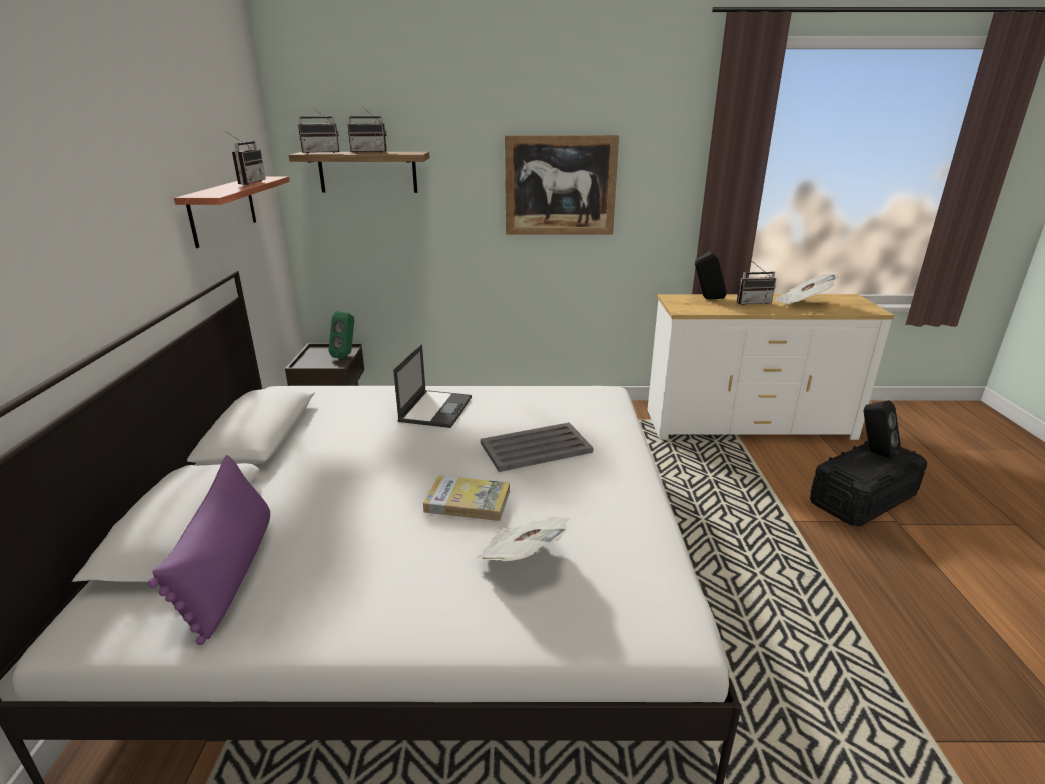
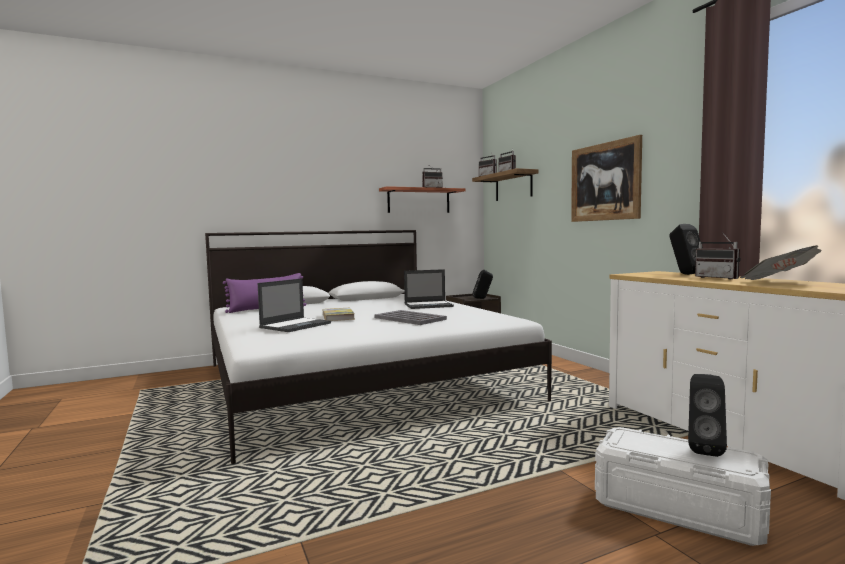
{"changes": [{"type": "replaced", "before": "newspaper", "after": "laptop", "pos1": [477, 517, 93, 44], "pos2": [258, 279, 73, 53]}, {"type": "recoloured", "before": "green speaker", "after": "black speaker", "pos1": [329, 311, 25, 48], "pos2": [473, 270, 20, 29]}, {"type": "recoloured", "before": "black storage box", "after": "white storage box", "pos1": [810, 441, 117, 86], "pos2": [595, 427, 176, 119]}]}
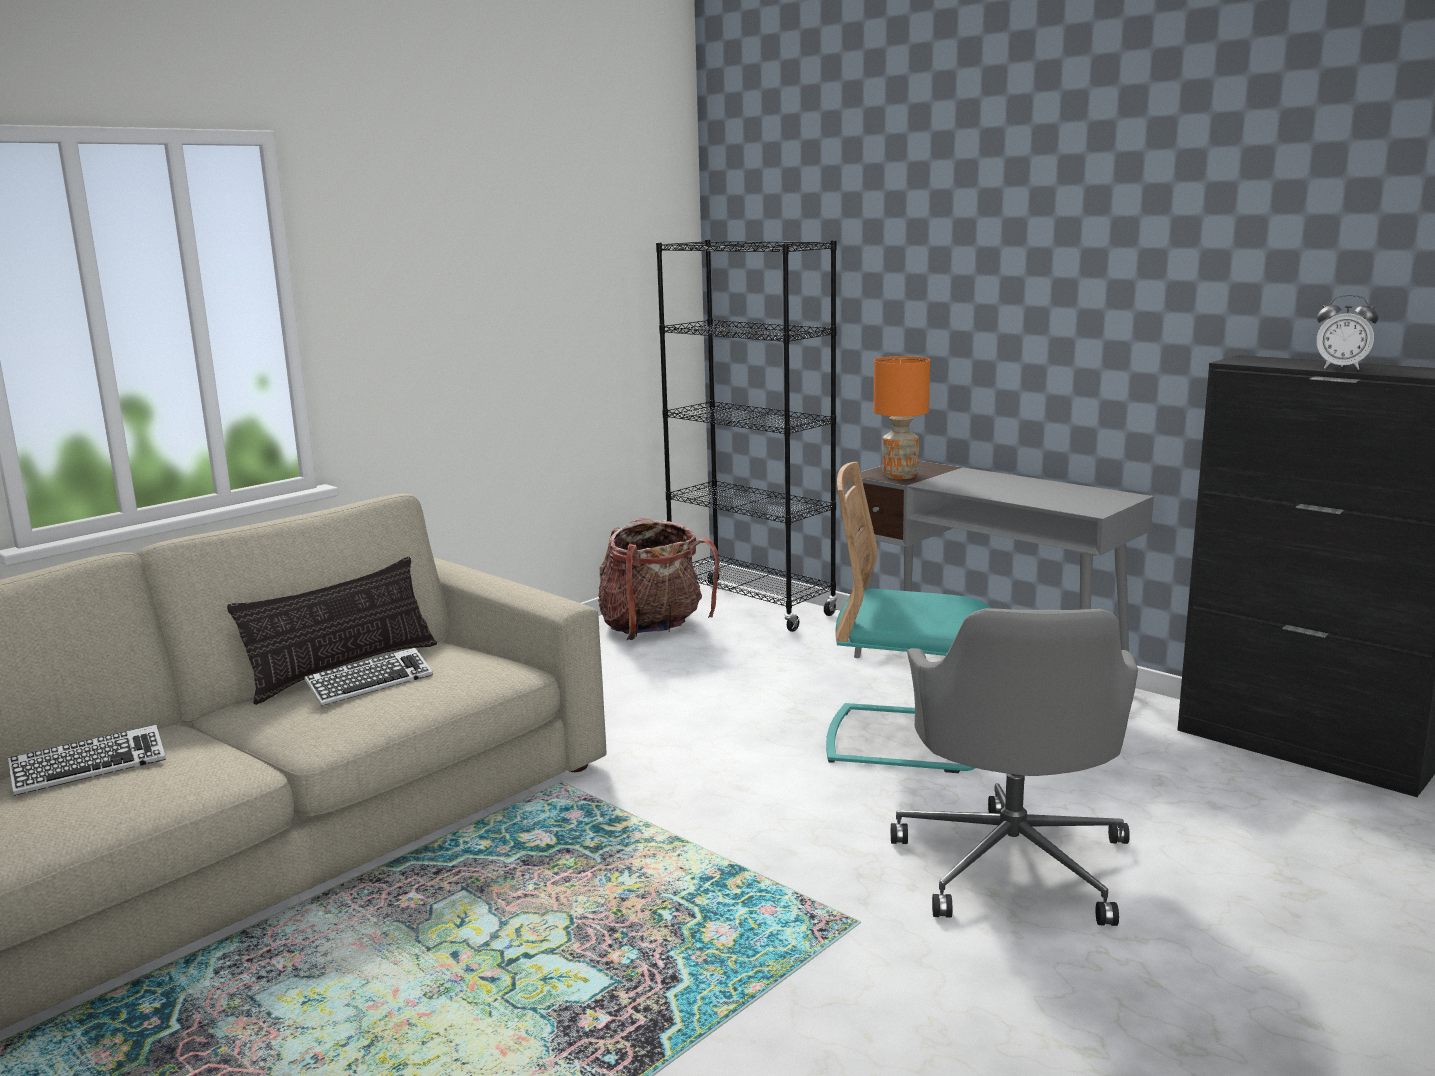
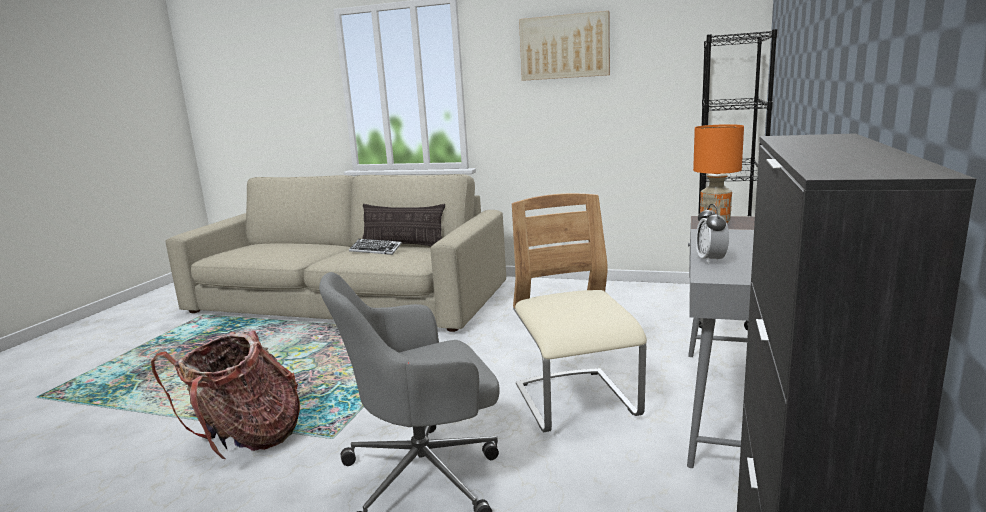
{"changes": [{"type": "removed", "before": "keyboard", "pos1": [8, 725, 158, 71]}, {"type": "added", "after": "picture", "pos2": [519, 11, 91, 70]}, {"type": "moved", "before": "backpack", "pos1": [598, 518, 121, 122], "pos2": [151, 330, 149, 131]}, {"type": "moved", "before": "alarm clock", "pos1": [1316, 295, 62, 75], "pos2": [696, 204, 33, 60]}, {"type": "recoloured", "before": "turquoise chair", "after": "beige chair", "pos1": [826, 462, 165, 311], "pos2": [512, 193, 135, 239]}]}
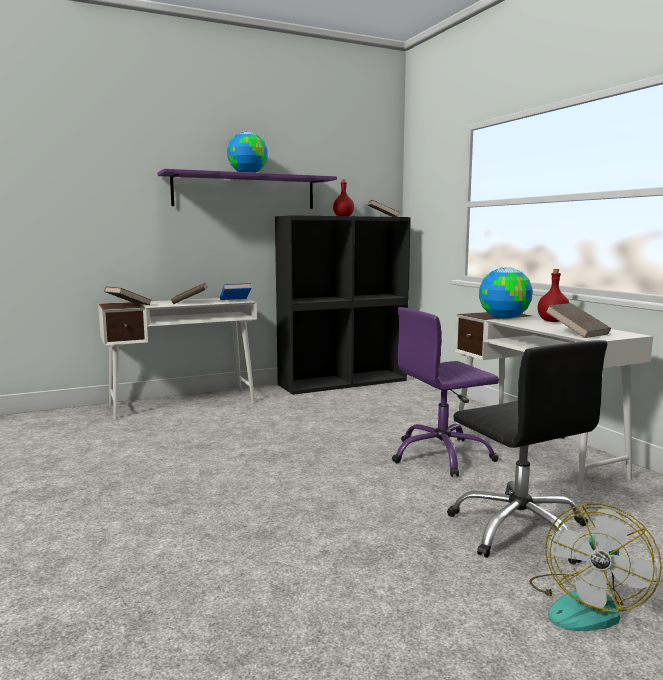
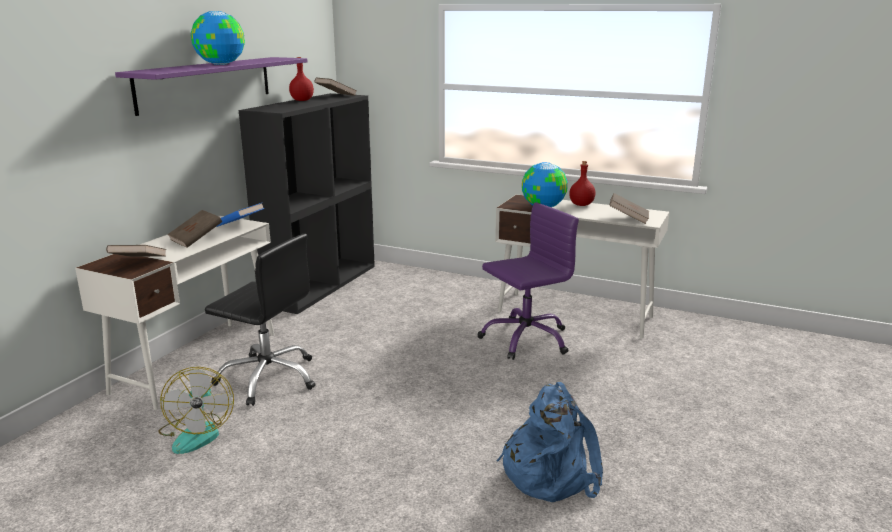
{"changes": [{"type": "added", "after": "blue backpack", "pos2": [496, 382, 107, 120]}, {"type": "moved", "before": "black office chair", "pos1": [447, 340, 160, 225], "pos2": [205, 234, 110, 172]}, {"type": "moved", "before": "fan", "pos1": [529, 504, 133, 127], "pos2": [158, 367, 76, 87]}, {"type": "turned", "before": "purple office chair", "pos1": [392, 307, 107, 170], "pos2": [477, 202, 102, 158], "turn": -150}]}
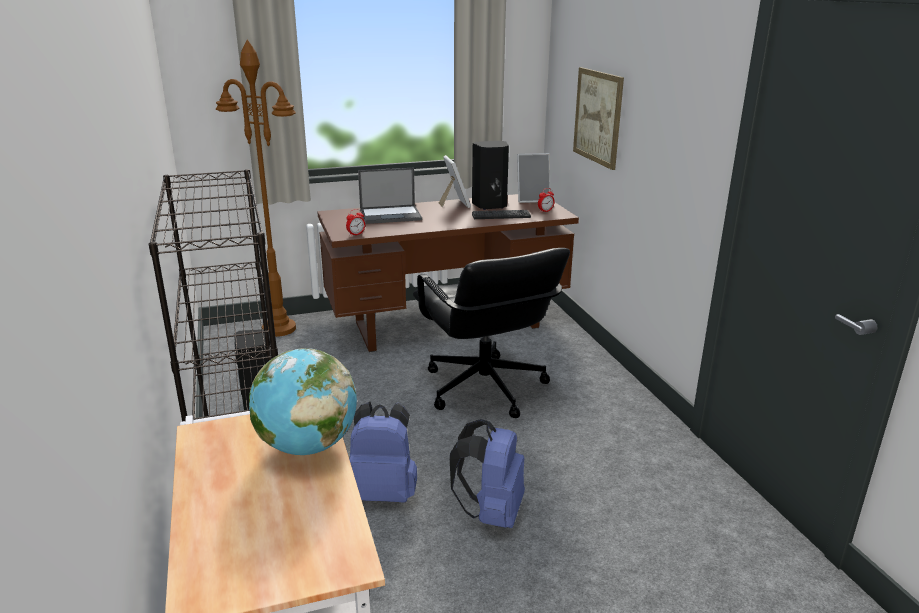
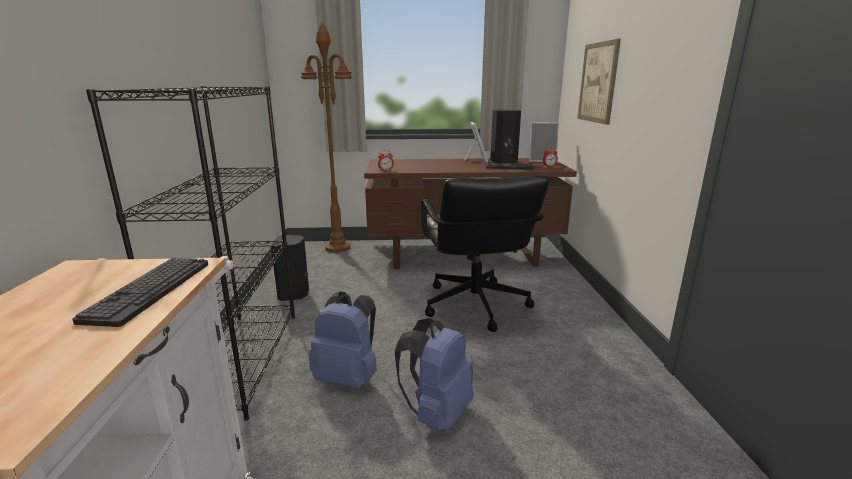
{"changes": [{"type": "removed", "before": "laptop", "pos1": [358, 168, 64, 56]}, {"type": "replaced", "before": "globe", "after": "keyboard", "pos1": [249, 348, 108, 107], "pos2": [72, 258, 136, 69]}]}
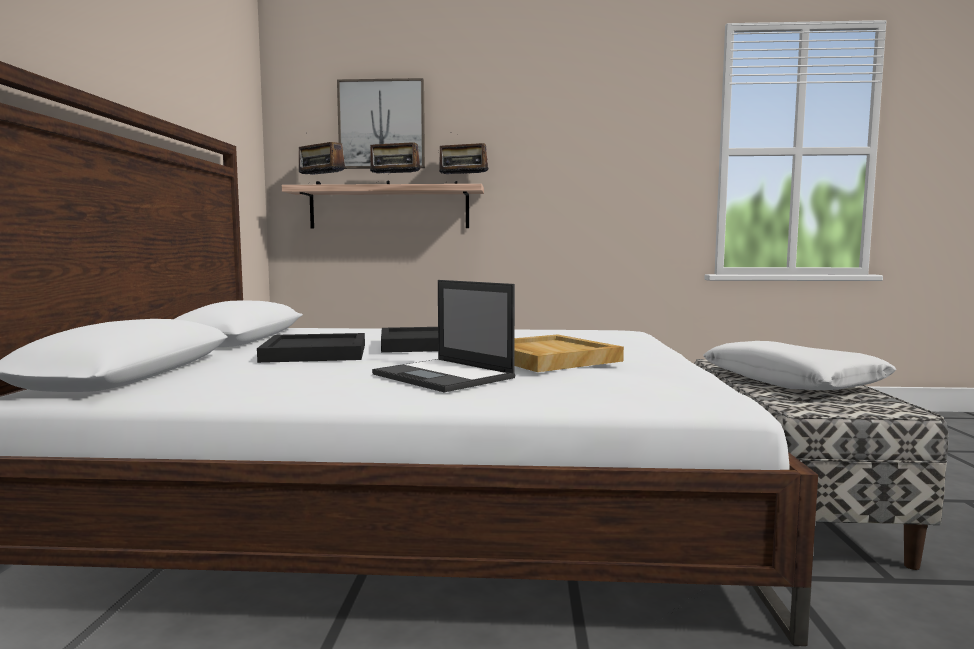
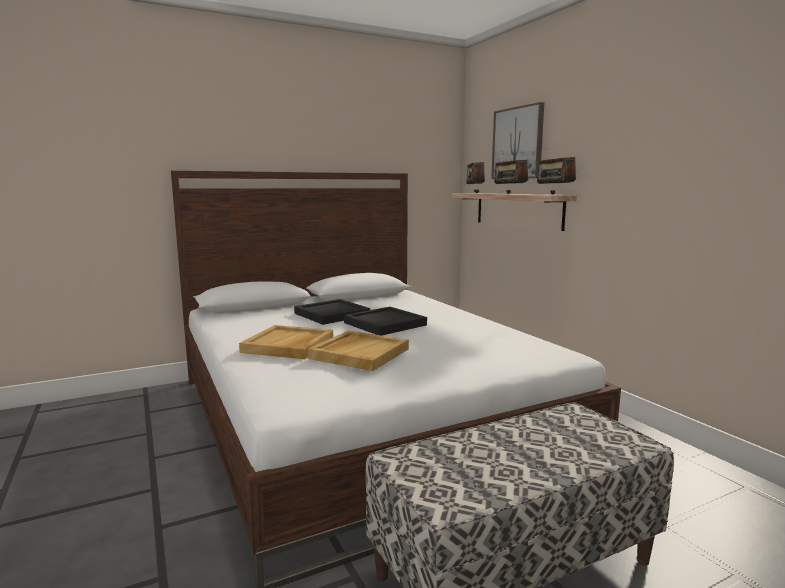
{"changes": [{"type": "removed", "before": "white pillow", "pos1": [703, 341, 193, 49]}, {"type": "replaced", "before": "laptop", "after": "beige tray", "pos1": [372, 280, 144, 112], "pos2": [239, 325, 94, 34]}]}
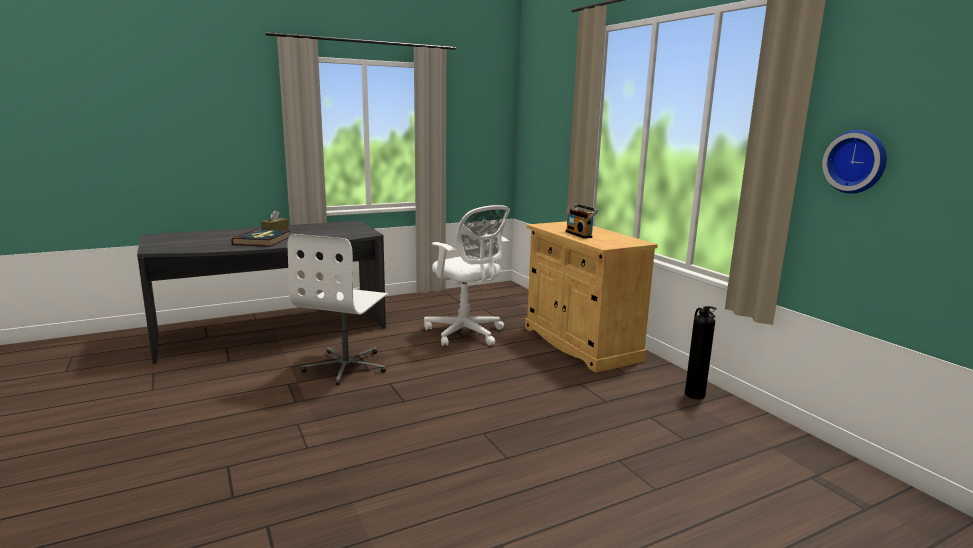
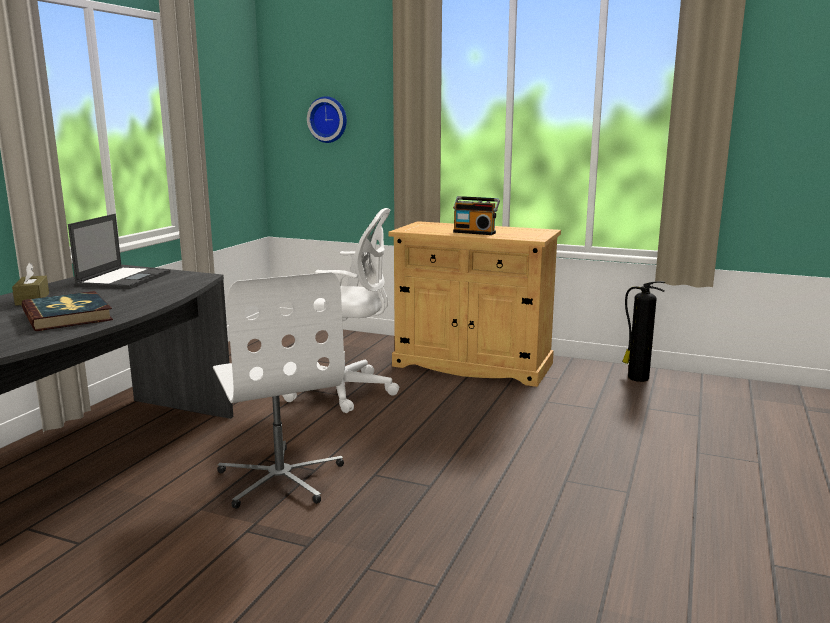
{"changes": [{"type": "added", "after": "laptop", "pos2": [68, 214, 103, 75]}, {"type": "moved", "before": "wall clock", "pos1": [822, 130, 65, 64], "pos2": [307, 96, 40, 47]}]}
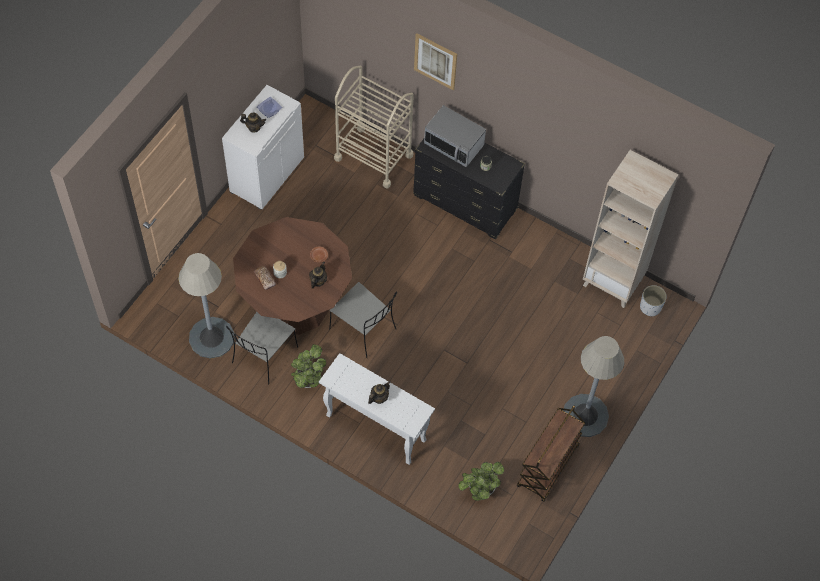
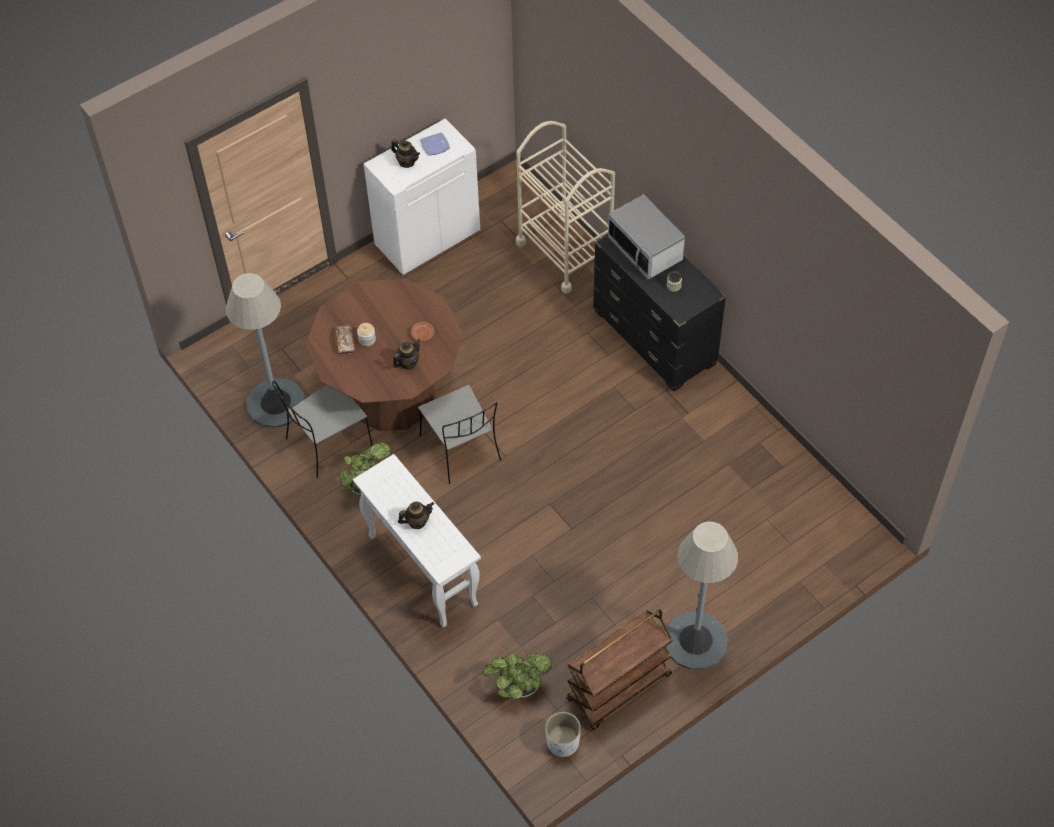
{"changes": [{"type": "removed", "before": "picture", "pos1": [414, 33, 43, 57]}, {"type": "removed", "before": "beige bookcase", "pos1": [583, 150, 95, 158]}, {"type": "moved", "before": "white planter", "pos1": [640, 285, 27, 32], "pos2": [545, 712, 36, 45]}]}
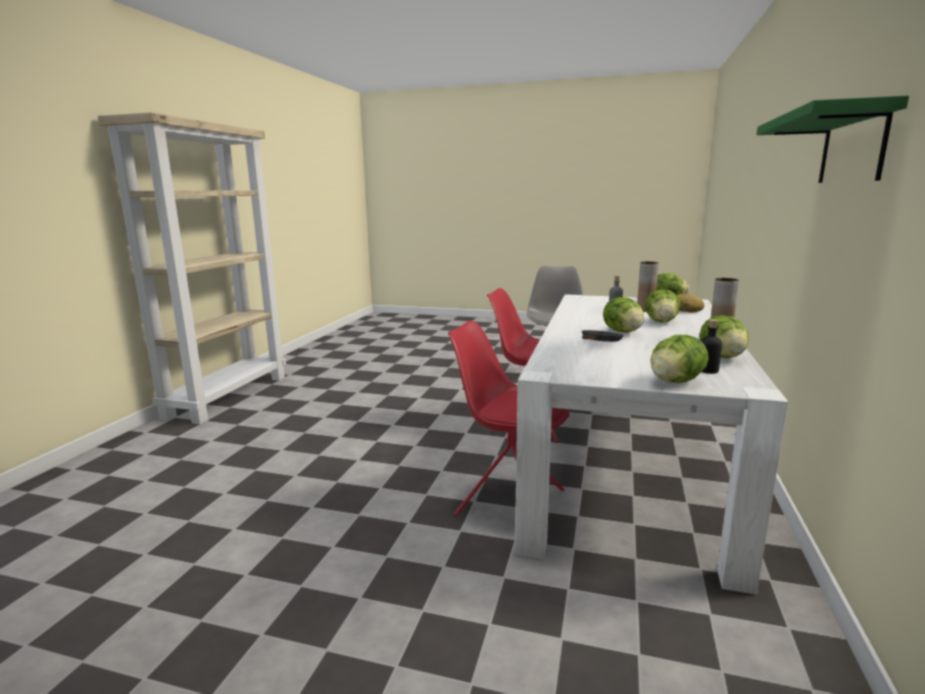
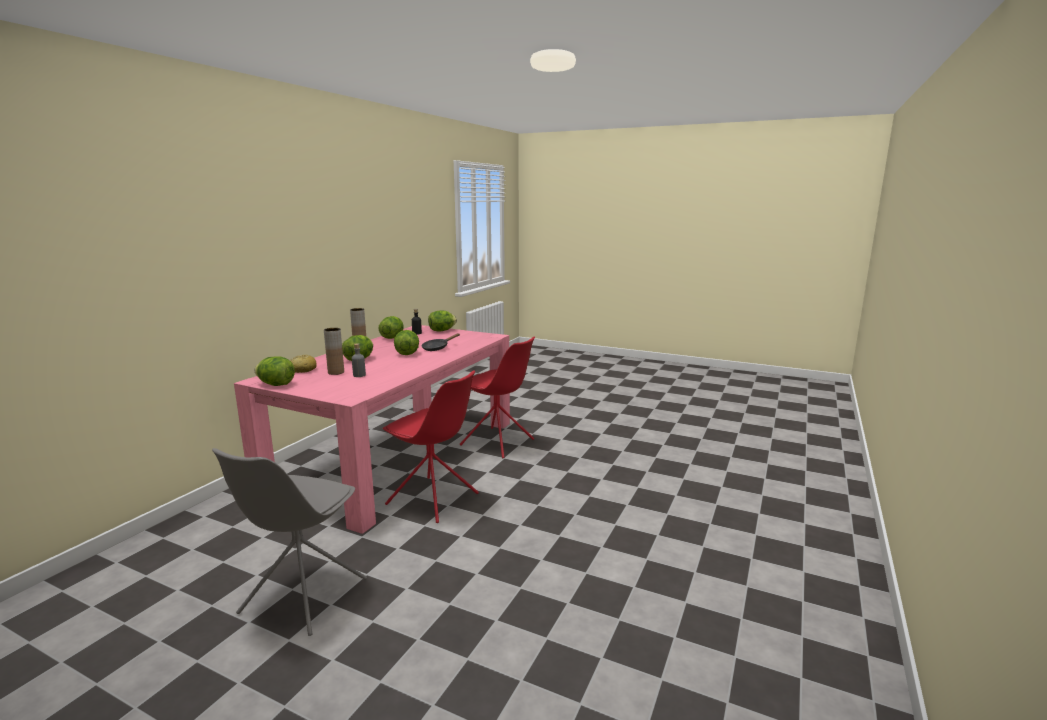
{"changes": [{"type": "removed", "before": "beige bookcase", "pos1": [98, 112, 188, 312]}, {"type": "removed", "before": "green shelf", "pos1": [756, 95, 153, 88]}, {"type": "recoloured", "before": "white dining table", "after": "pink dining table", "pos1": [515, 294, 273, 301], "pos2": [234, 325, 276, 209]}]}
